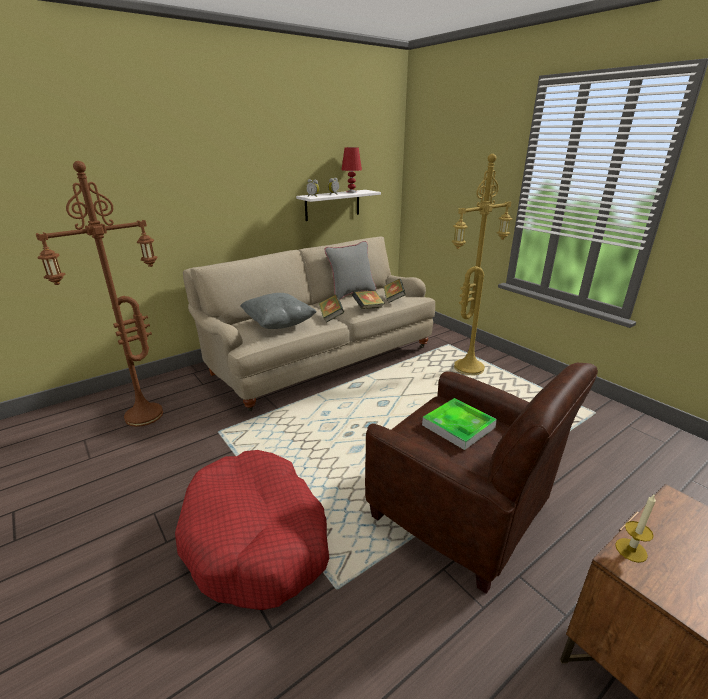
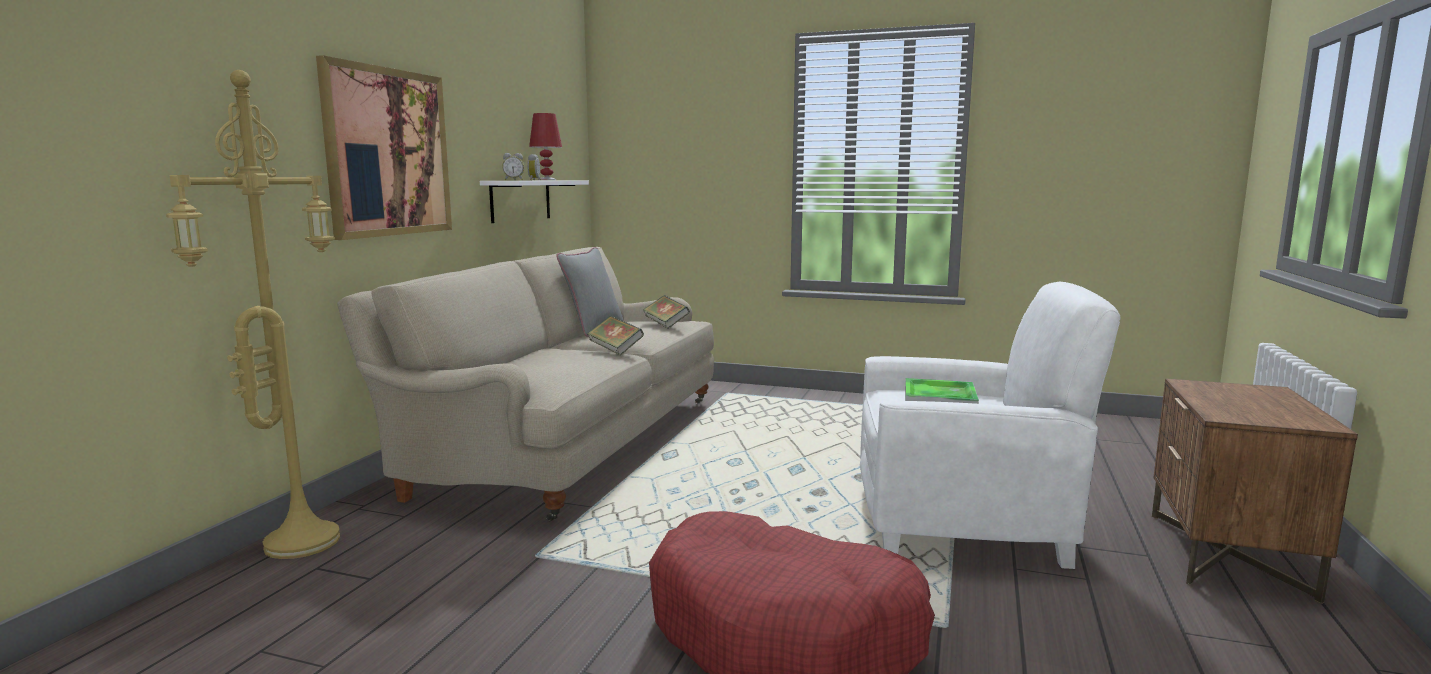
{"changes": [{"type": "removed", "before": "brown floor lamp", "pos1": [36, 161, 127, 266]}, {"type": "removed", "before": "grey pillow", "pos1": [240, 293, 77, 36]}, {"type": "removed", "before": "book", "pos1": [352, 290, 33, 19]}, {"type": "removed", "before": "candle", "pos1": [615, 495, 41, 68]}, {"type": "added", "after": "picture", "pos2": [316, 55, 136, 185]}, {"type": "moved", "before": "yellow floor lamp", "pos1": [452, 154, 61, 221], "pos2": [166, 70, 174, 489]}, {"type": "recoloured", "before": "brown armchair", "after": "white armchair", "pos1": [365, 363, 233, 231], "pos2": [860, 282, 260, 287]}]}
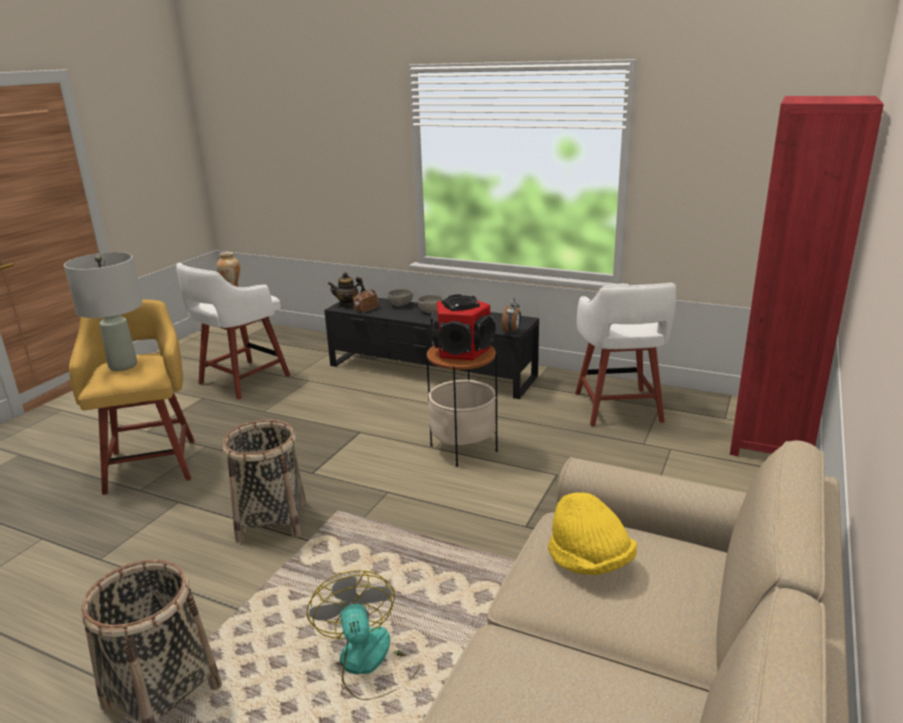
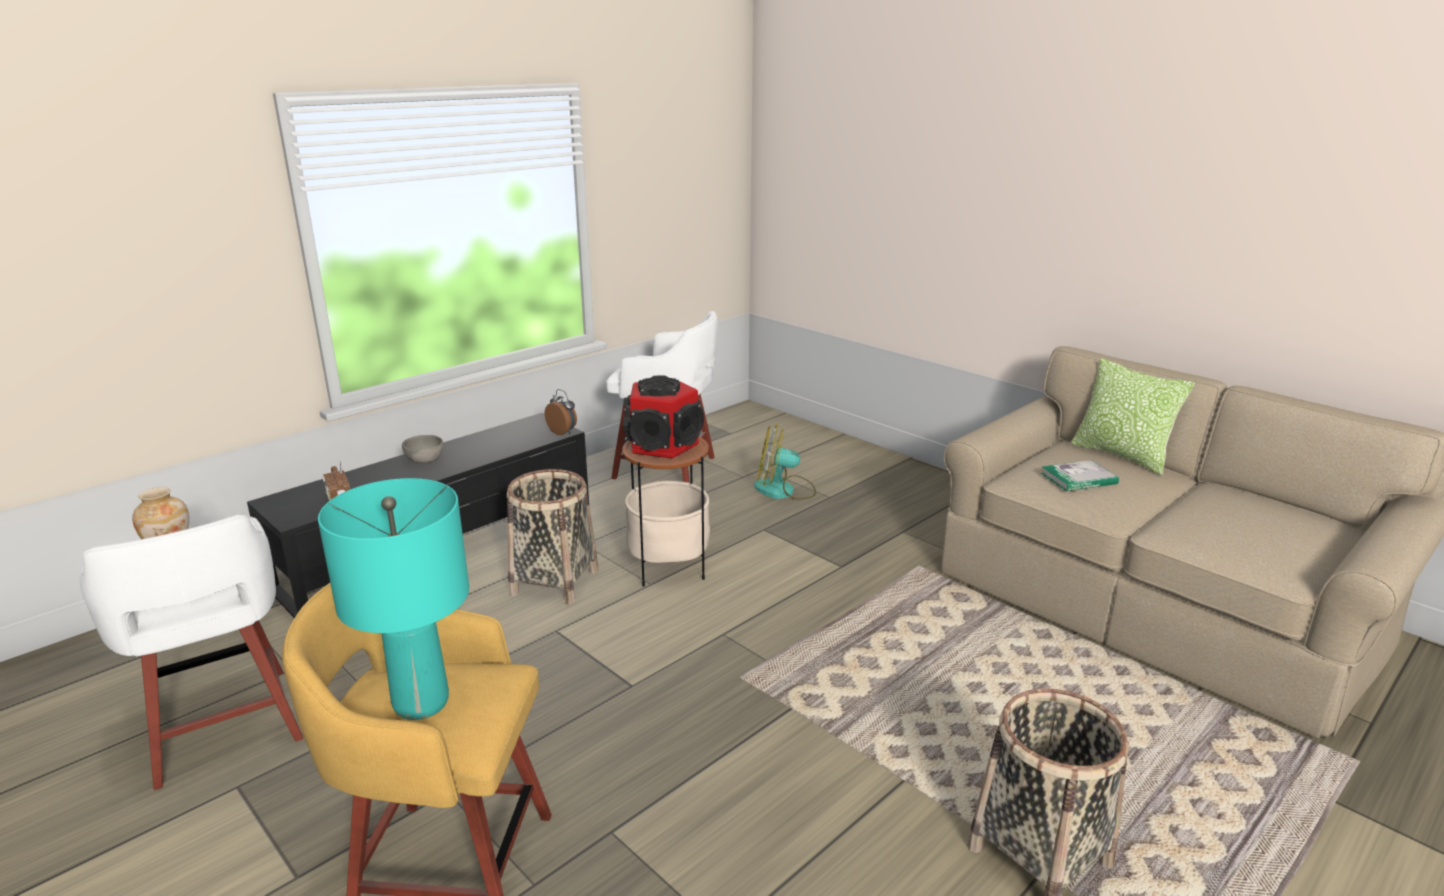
{"changes": [{"type": "removed", "before": "teapot", "pos1": [328, 272, 38, 35]}, {"type": "removed", "before": "grey bowl", "pos1": [387, 289, 26, 18]}, {"type": "removed", "before": "red bookcase", "pos1": [730, 96, 154, 360]}, {"type": "added", "after": "pillow", "pos2": [1071, 358, 124, 117]}, {"type": "moved", "before": "basket", "pos1": [222, 419, 84, 124], "pos2": [507, 469, 92, 136]}, {"type": "moved", "before": "fan", "pos1": [306, 570, 114, 130], "pos2": [754, 424, 62, 76]}, {"type": "replaced", "before": "yellow hat", "after": "book", "pos1": [548, 492, 89, 83], "pos2": [1041, 460, 78, 31]}, {"type": "recoloured", "before": "grey table lamp", "after": "turquoise table lamp", "pos1": [64, 252, 78, 119], "pos2": [318, 478, 151, 242]}]}
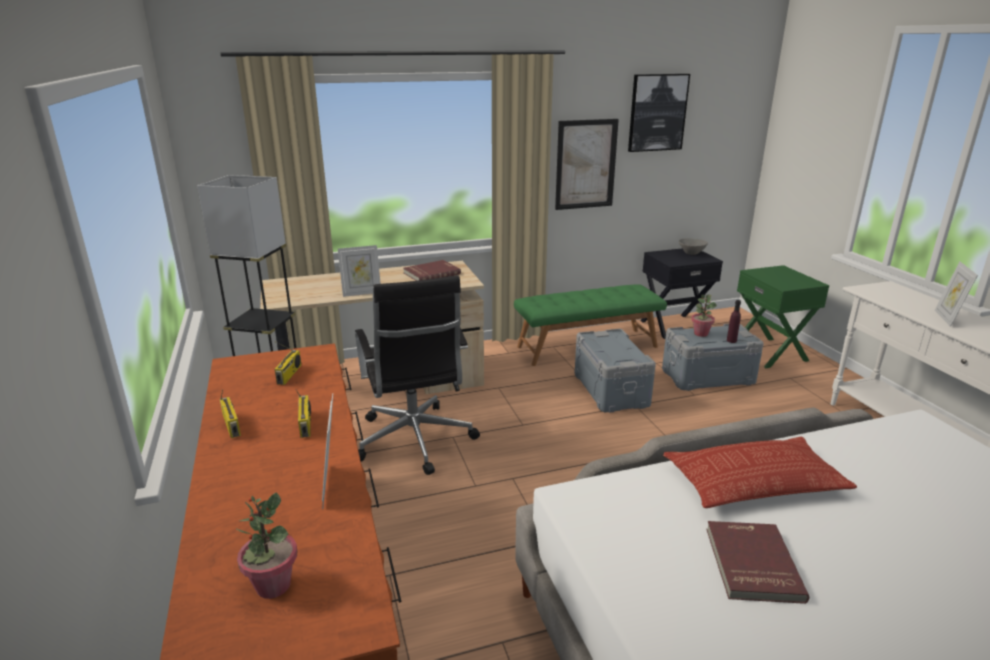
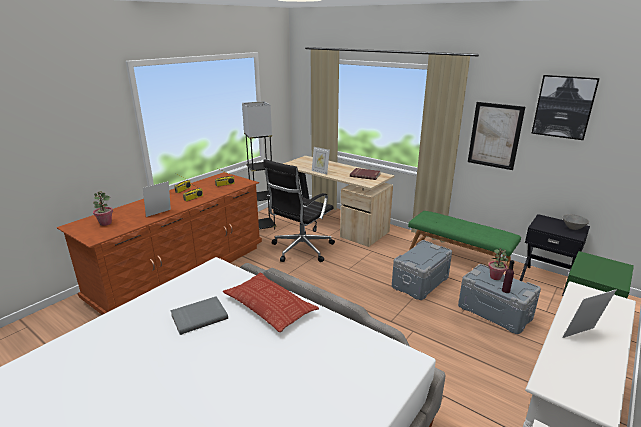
{"changes": [{"type": "recoloured", "before": "red book", "after": "grey book", "pos1": [706, 521, 103, 83], "pos2": [170, 296, 58, 39]}]}
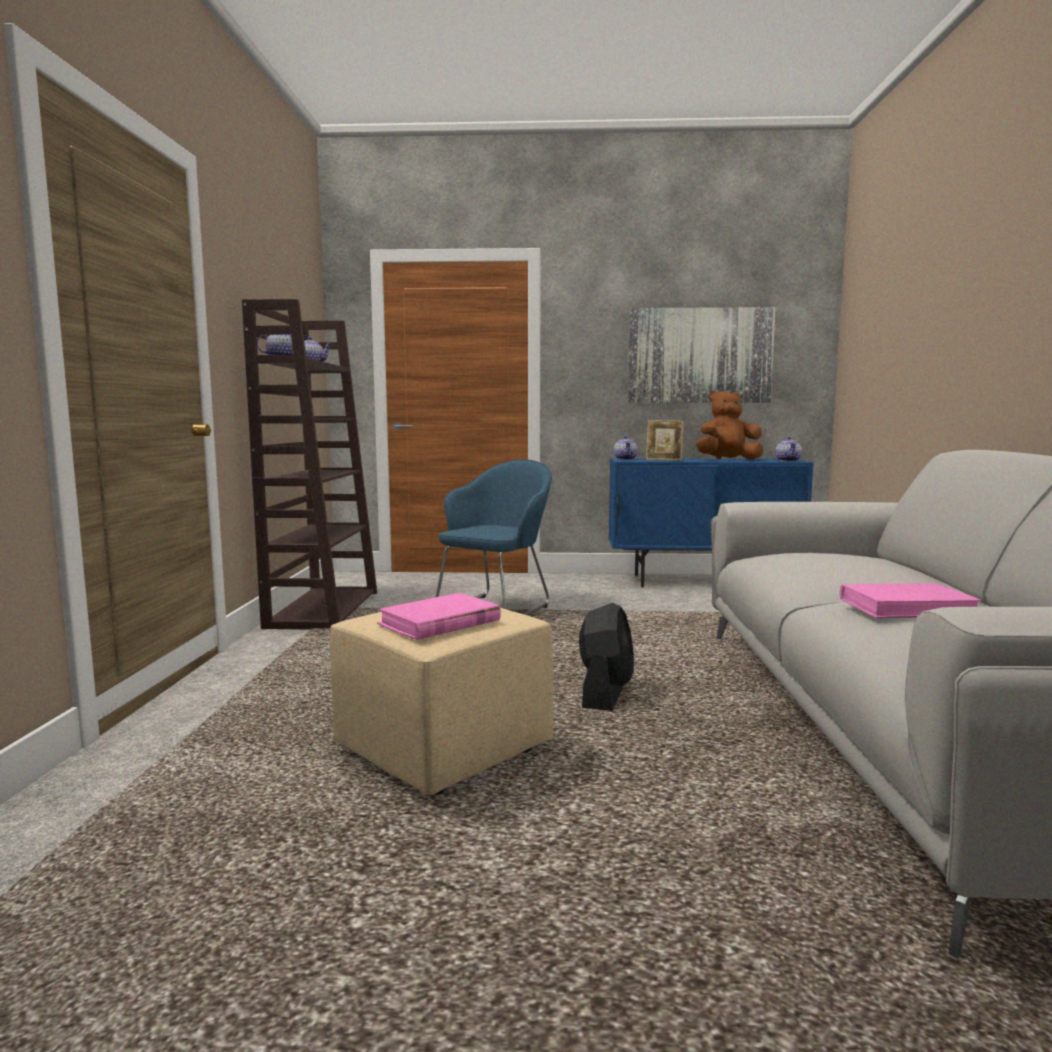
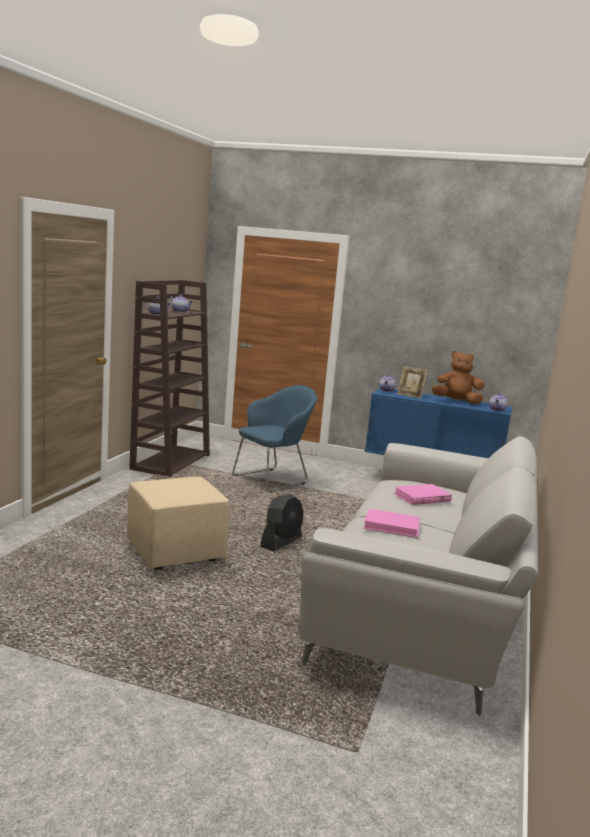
{"changes": [{"type": "removed", "before": "picture", "pos1": [628, 307, 148, 96]}, {"type": "moved", "before": "pink book", "pos1": [377, 593, 124, 47], "pos2": [393, 484, 59, 21]}]}
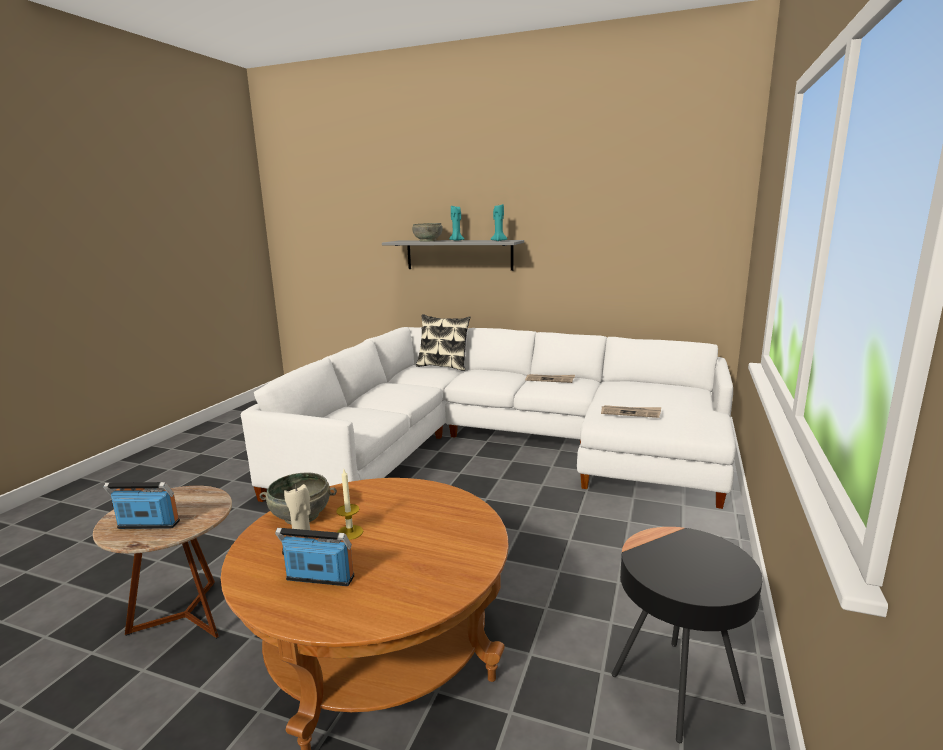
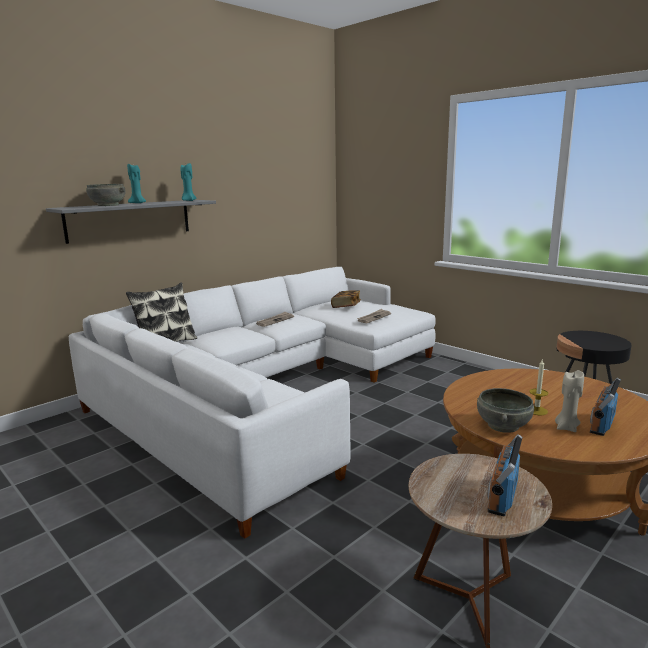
{"changes": [{"type": "added", "after": "book", "pos2": [331, 290, 30, 18]}]}
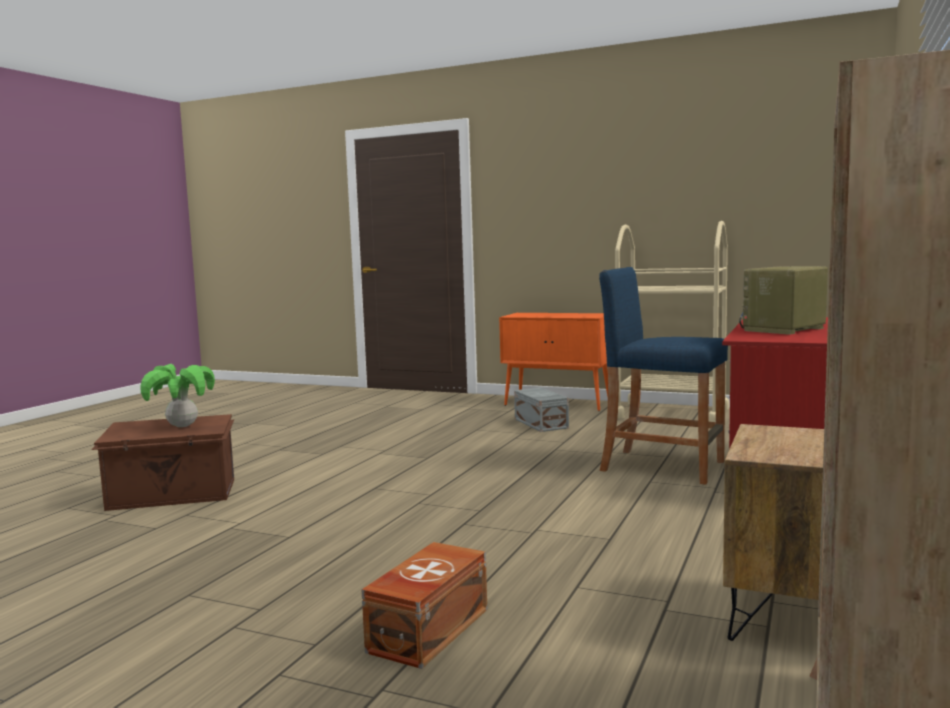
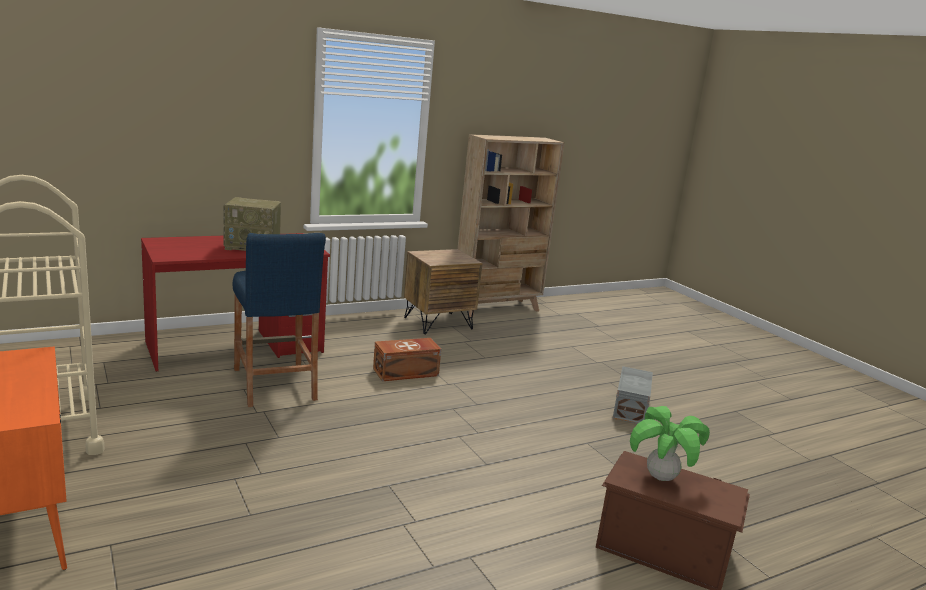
{"changes": [{"type": "moved", "before": "brown storage box", "pos1": [361, 542, 126, 127], "pos2": [373, 338, 68, 43]}, {"type": "moved", "before": "grey storage box", "pos1": [514, 388, 55, 44], "pos2": [613, 366, 40, 58]}]}
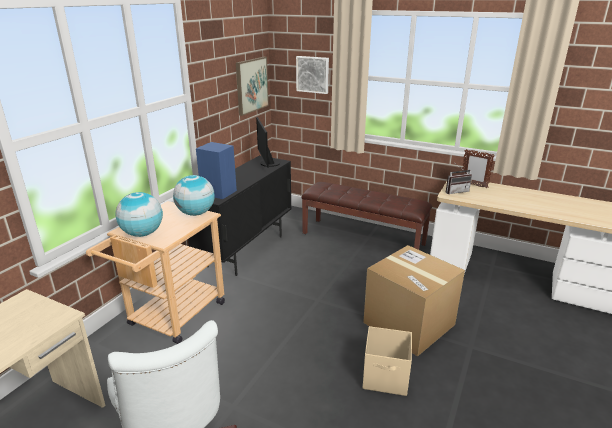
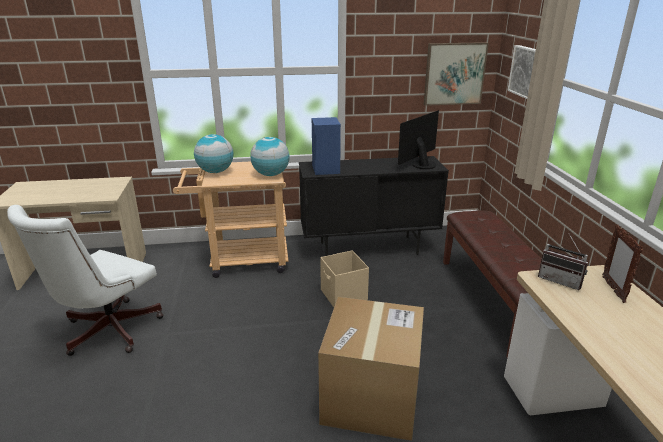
{"changes": [{"type": "moved", "before": "beige storage box", "pos1": [363, 326, 49, 70], "pos2": [320, 250, 49, 57]}]}
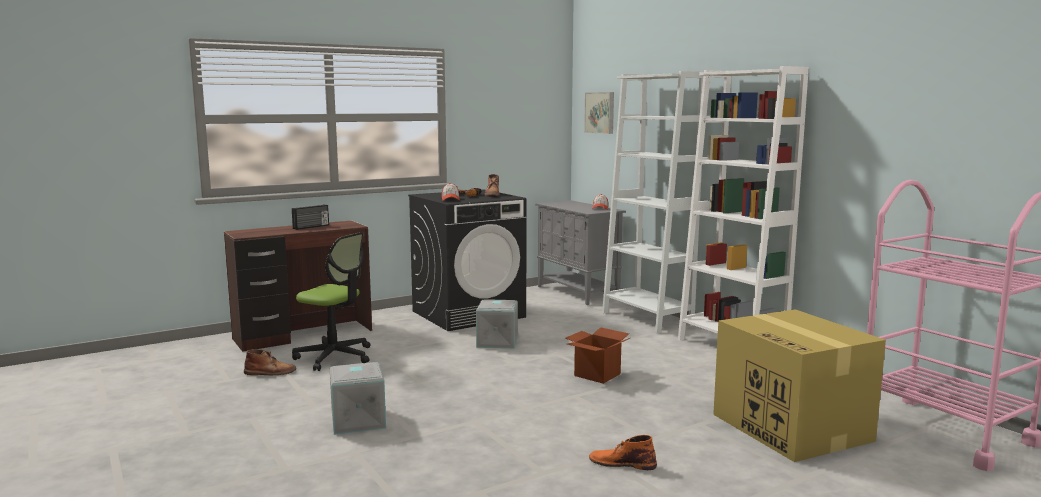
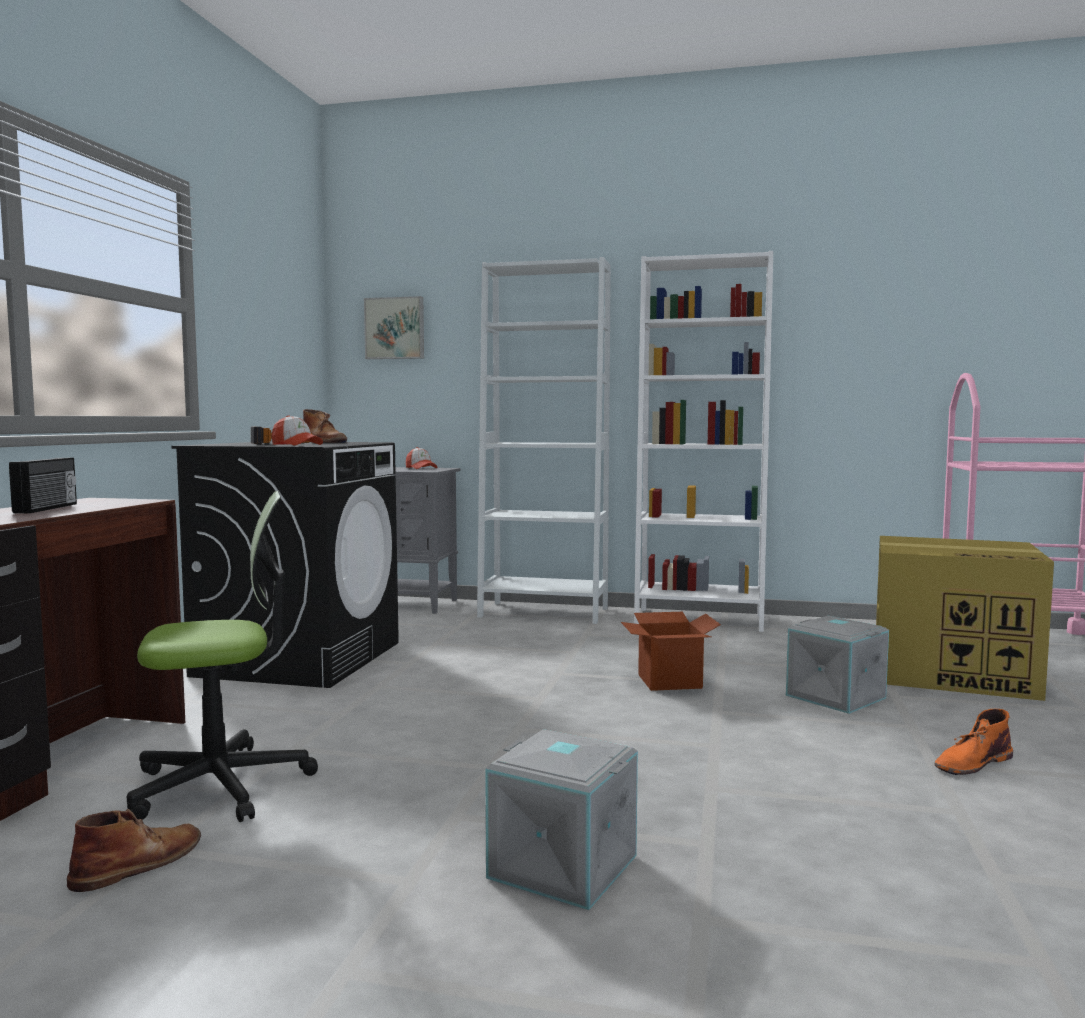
{"changes": [{"type": "moved", "before": "grey storage box", "pos1": [476, 299, 42, 50], "pos2": [786, 616, 103, 98]}]}
